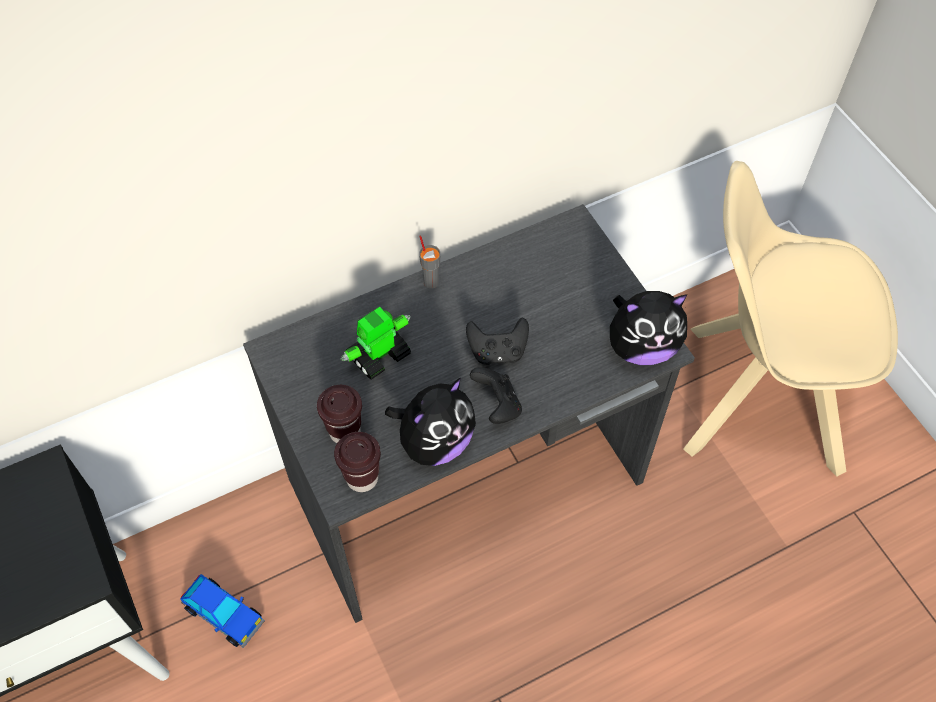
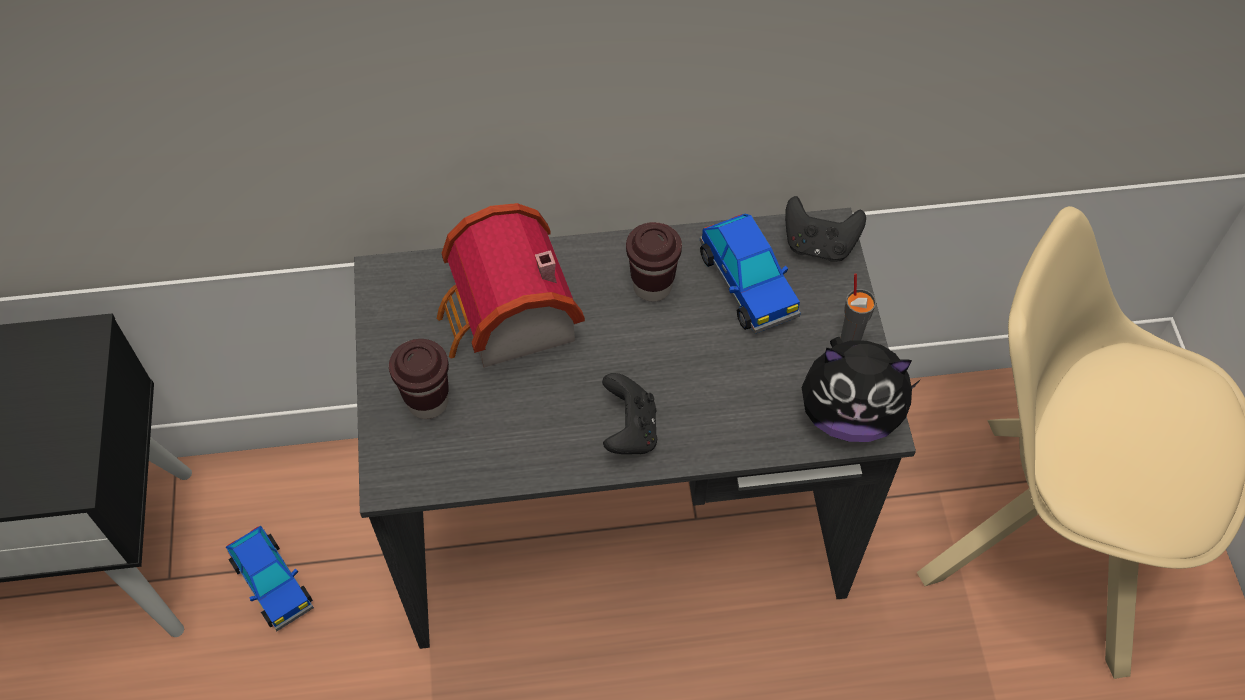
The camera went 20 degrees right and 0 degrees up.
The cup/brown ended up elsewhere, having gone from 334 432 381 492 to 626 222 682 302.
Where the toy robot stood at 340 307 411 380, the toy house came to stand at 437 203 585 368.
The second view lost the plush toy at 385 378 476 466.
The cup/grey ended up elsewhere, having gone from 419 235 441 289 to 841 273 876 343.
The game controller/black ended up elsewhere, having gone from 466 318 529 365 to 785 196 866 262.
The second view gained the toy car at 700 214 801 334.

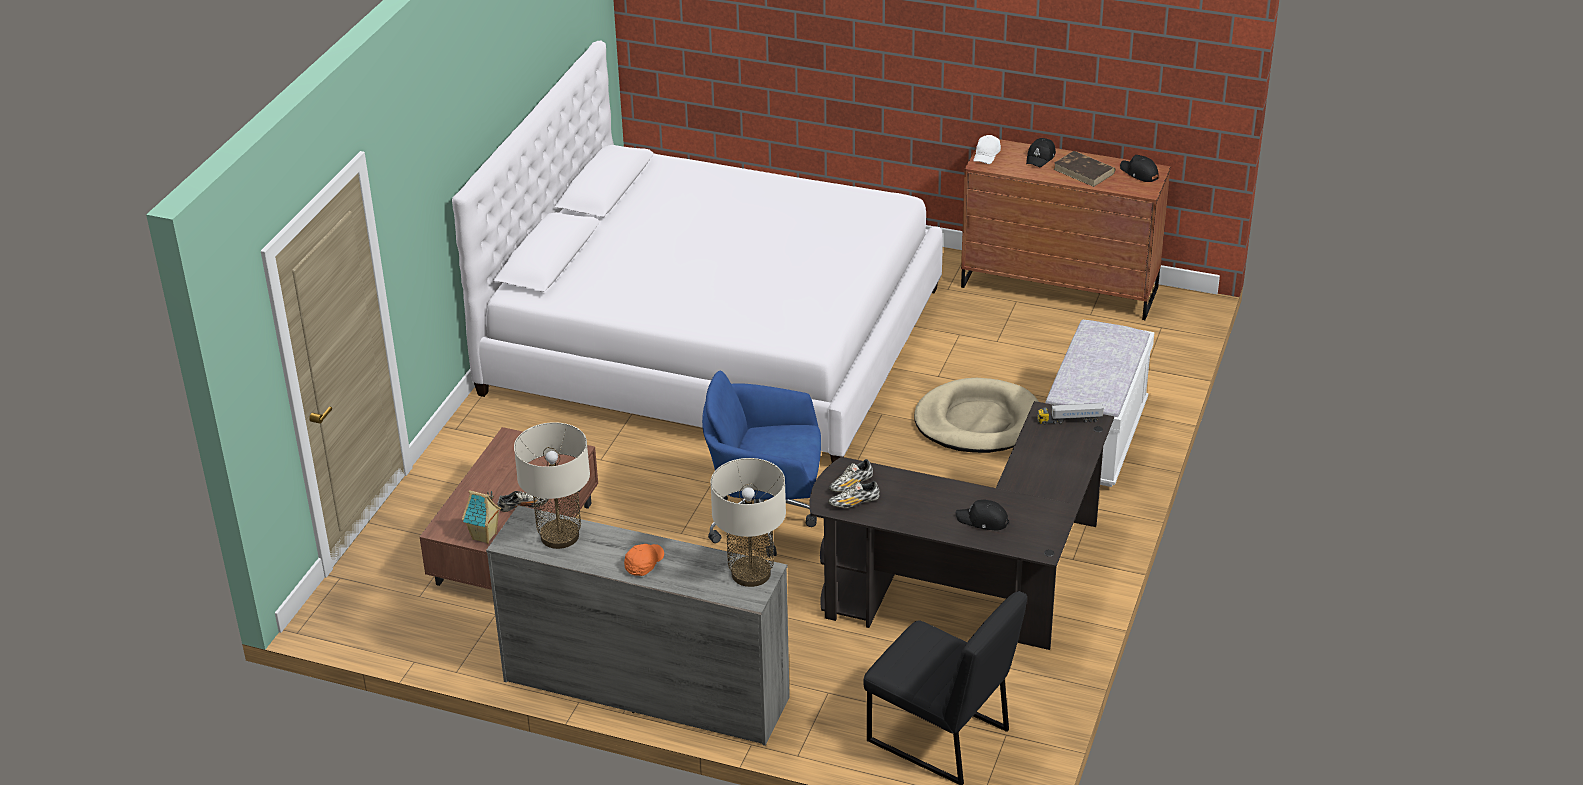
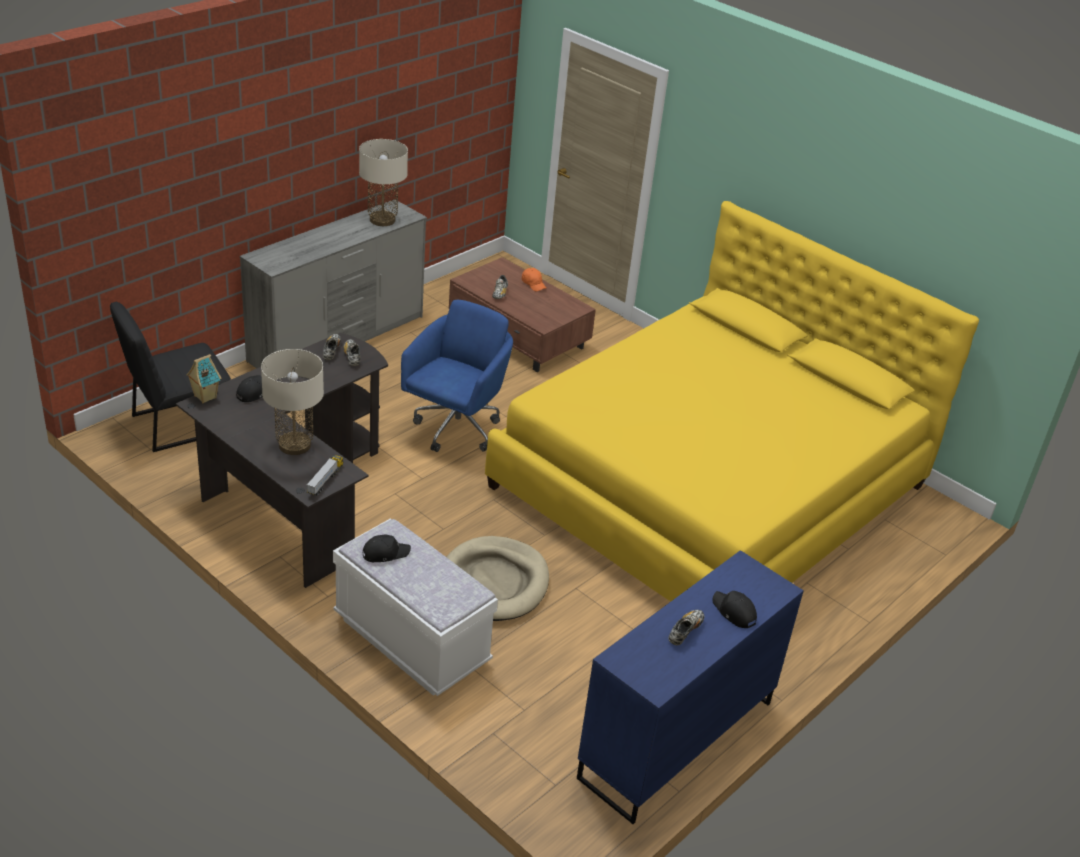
The camera went 110 degrees right and 0 degrees up.
What was the bed/white at 452 41 943 463 turned into the bed/yellow at 485 201 979 601.
The toy house ended up elsewhere, having gone from 462 490 501 544 to 186 354 221 403.
The cap/orange ended up elsewhere, having gone from 624 544 664 576 to 521 268 547 291.
The table lamp ended up elsewhere, having gone from 710 458 786 587 to 261 349 324 455.
What was the dresser/brown at 961 139 1171 320 turned into the dresser/blue at 577 550 804 824.
The second view lost the cap/white at 973 135 1001 164.
Where the book/brown stood at 1054 151 1115 187, the shoe came to stand at 668 610 704 645.
The cap/black ended up elsewhere, having gone from 1120 155 1159 182 to 363 534 411 562.

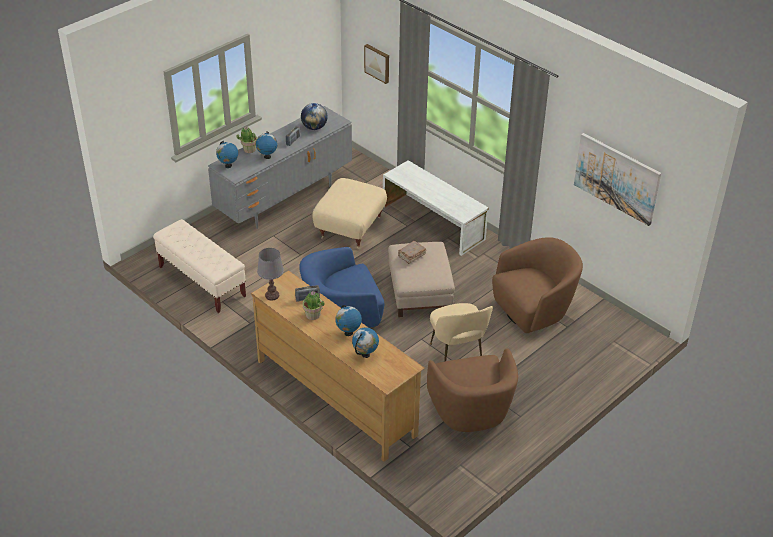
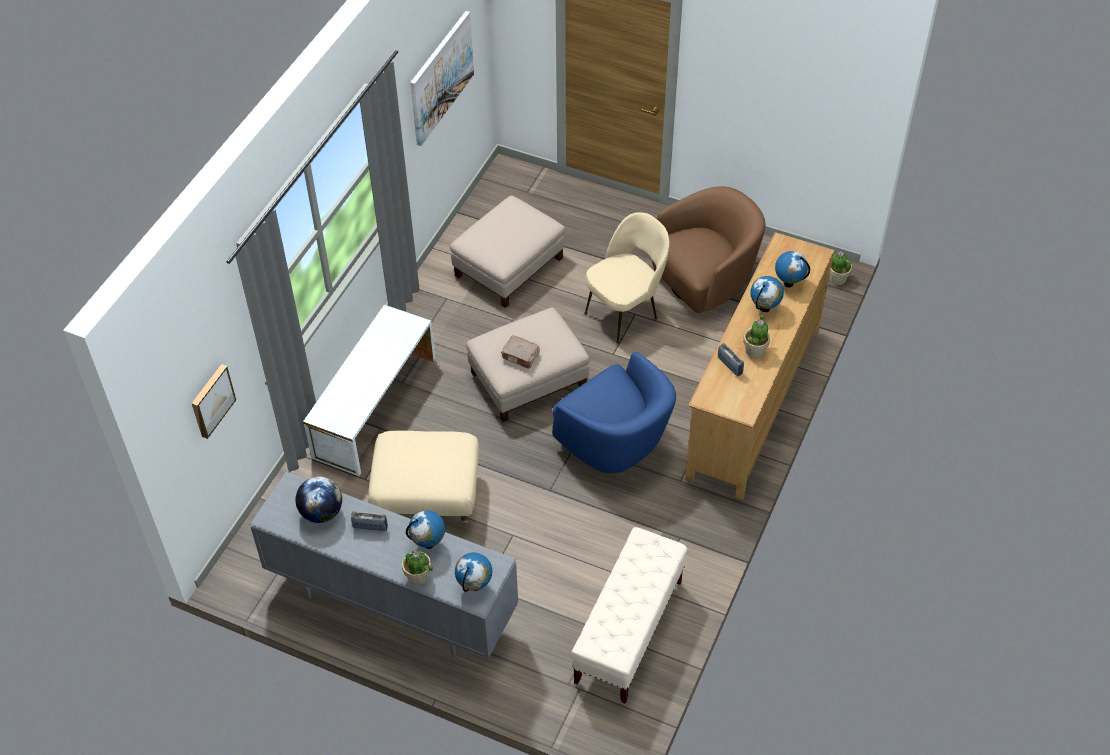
The camera went 110 degrees left and 10 degrees up.
The second view lost the table lamp/grey at 257 248 284 300.
Where the armchair/brown stood at 492 237 583 333, the ottoman/beige came to stand at 450 195 565 308.
The second view gained the potted plant at 830 251 852 285.

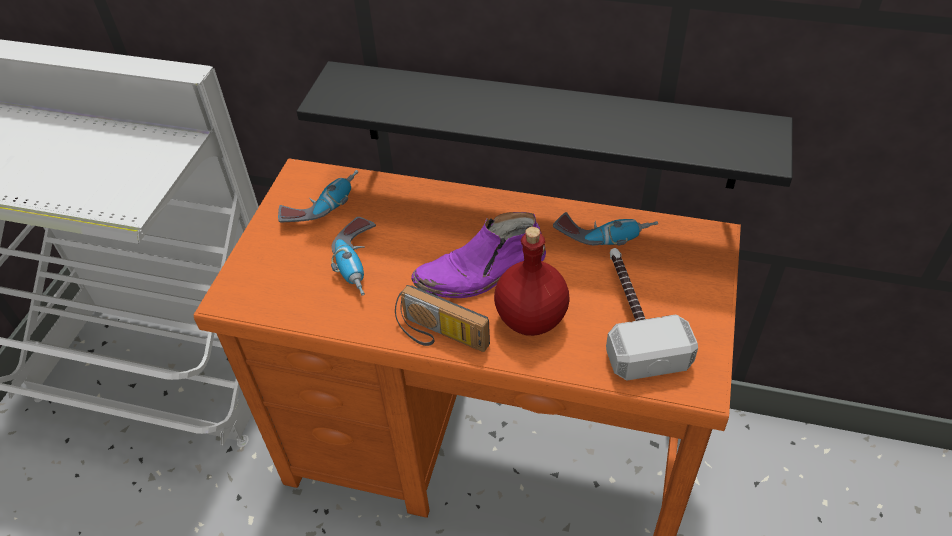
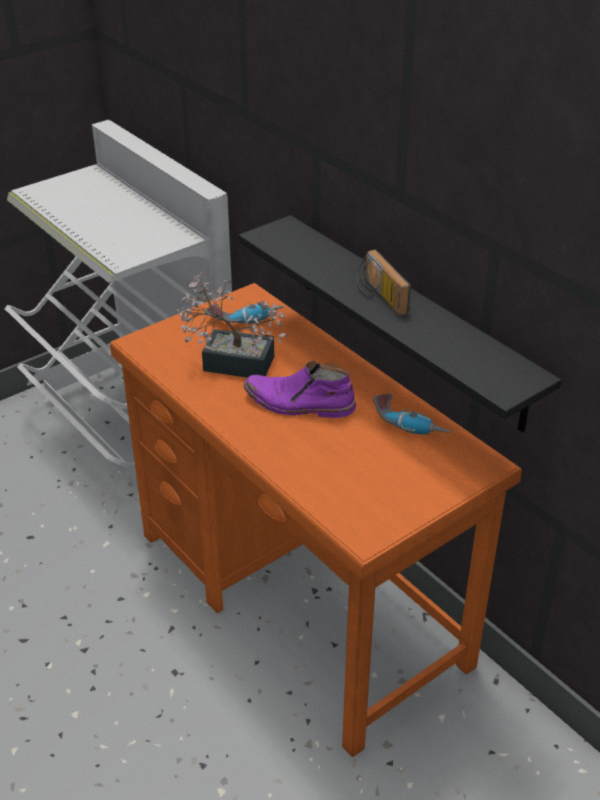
The camera went 35 degrees right and 10 degrees down.
Where the power drill stood at 331 217 376 296, the potted plant came to stand at 176 271 286 378.
The radio ended up elsewhere, having gone from 395 285 490 352 to 357 250 411 315.
The second view lost the bottle/red at 494 227 570 336.
The second view lost the hammer at 606 248 698 381.

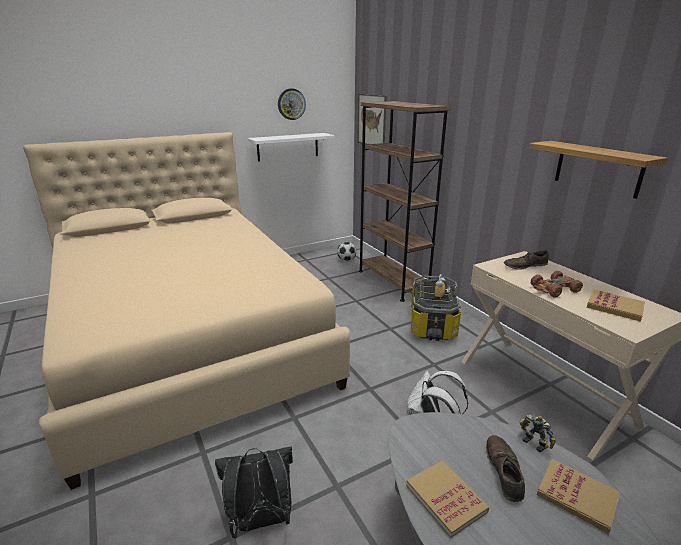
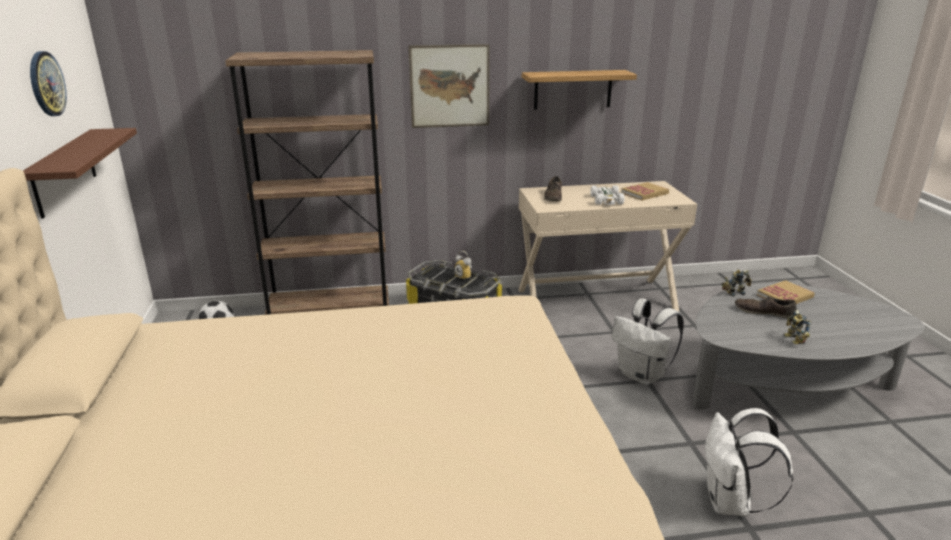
The camera went 70 degrees left and 0 degrees up.
What was the backpack/black at 215 446 293 538 turned into the backpack/white at 705 408 793 517.
What was the shelf/white at 248 133 335 162 turned into the shelf/brown at 23 128 137 219.
The picture ended up elsewhere, having gone from 358 94 387 145 to 408 44 490 128.
Where the book stood at 406 461 489 538, the toy robot came to stand at 783 310 811 344.
What was the toy car/brown at 531 271 583 297 turned into the toy car/white at 590 185 625 205.

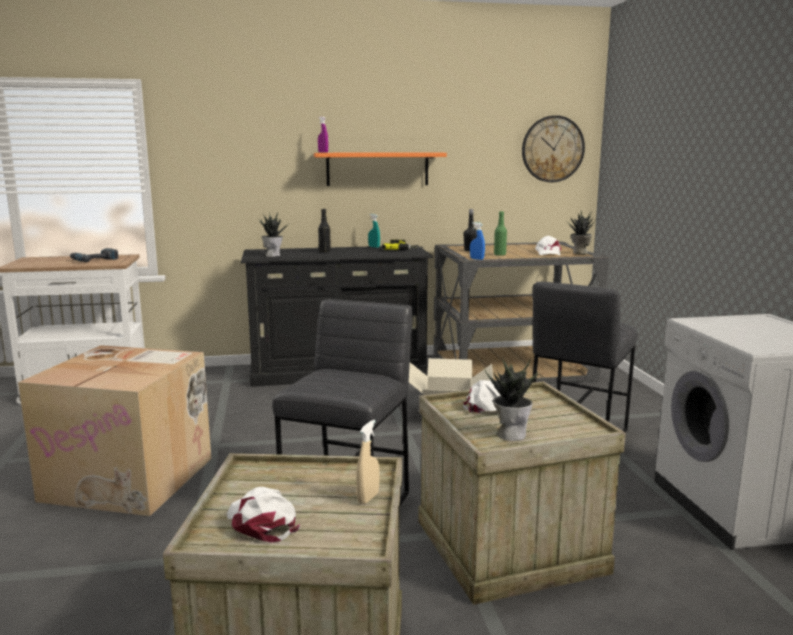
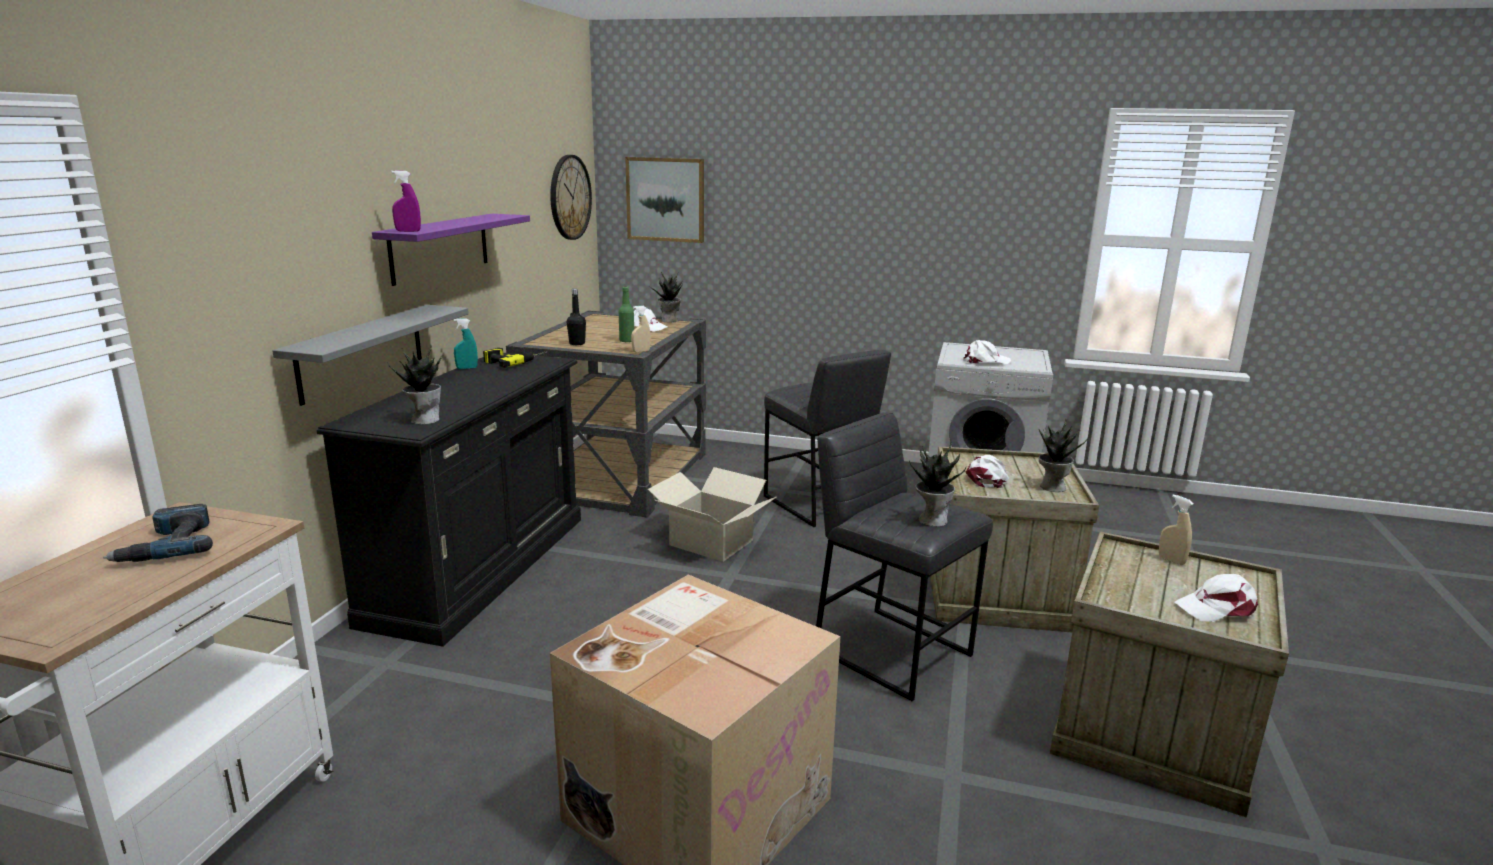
The camera went 65 degrees left and 5 degrees up.
What was the shelf/orange at 314 152 447 186 turned into the shelf/purple at 372 214 530 286.
The second view lost the bottle/black at 318 209 331 252.
What was the spray bottle/blue at 470 222 485 260 turned into the spray bottle/beige at 631 306 651 352.
The second view gained the shelf/grey at 272 305 469 406.
The second view gained the picture at 625 157 704 243.
The second view gained the potted plant at 909 443 966 527.
The second view gained the cap/white at 963 340 1011 364.

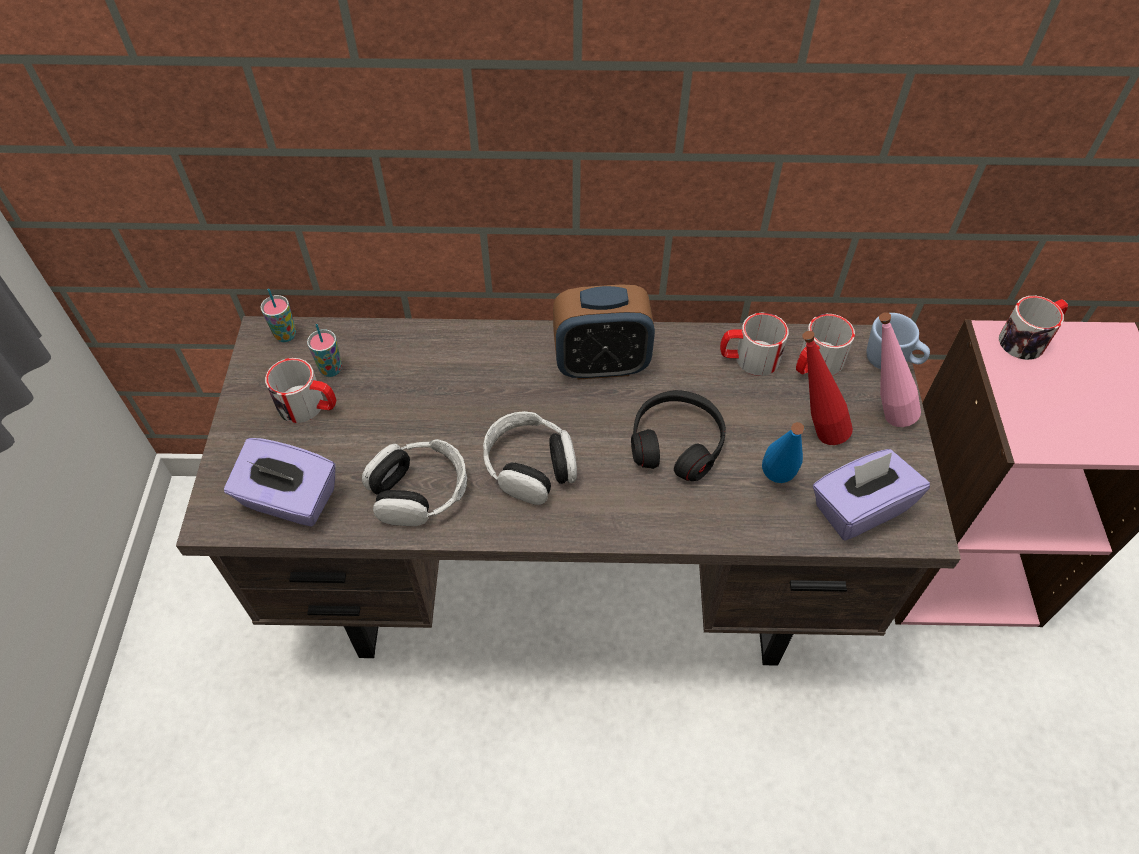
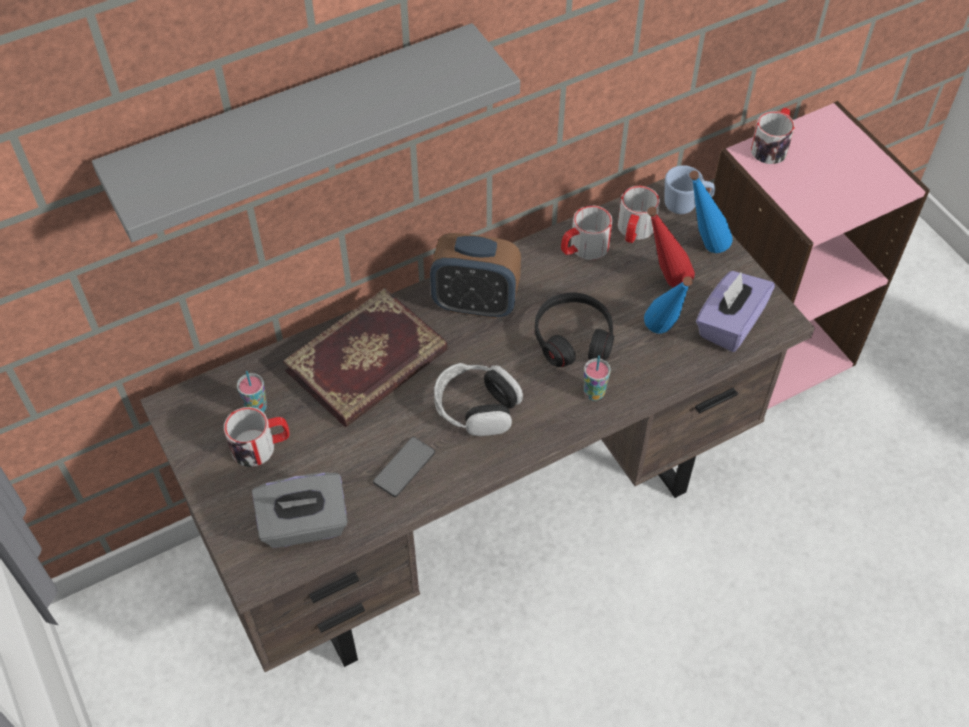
The camera went 30 degrees left and 0 degrees up.
What was the tissue box/purple at 224 438 336 527 turned into the tissue box/grey at 252 473 348 548.
The cup ended up elsewhere, having gone from 261 289 296 342 to 584 356 611 401.
Where the headphones stood at 362 439 467 526, the phone came to stand at 373 437 435 497.
The alarm clock at 553 284 655 380 ended up facing another way, 45 degrees clockwise from before.
What was the bottle/pink at 879 312 921 427 turned into the bottle/blue at 689 171 733 253.
The second view gained the shelf/grey at 92 23 520 242.
The second view gained the book at 283 288 448 427.

